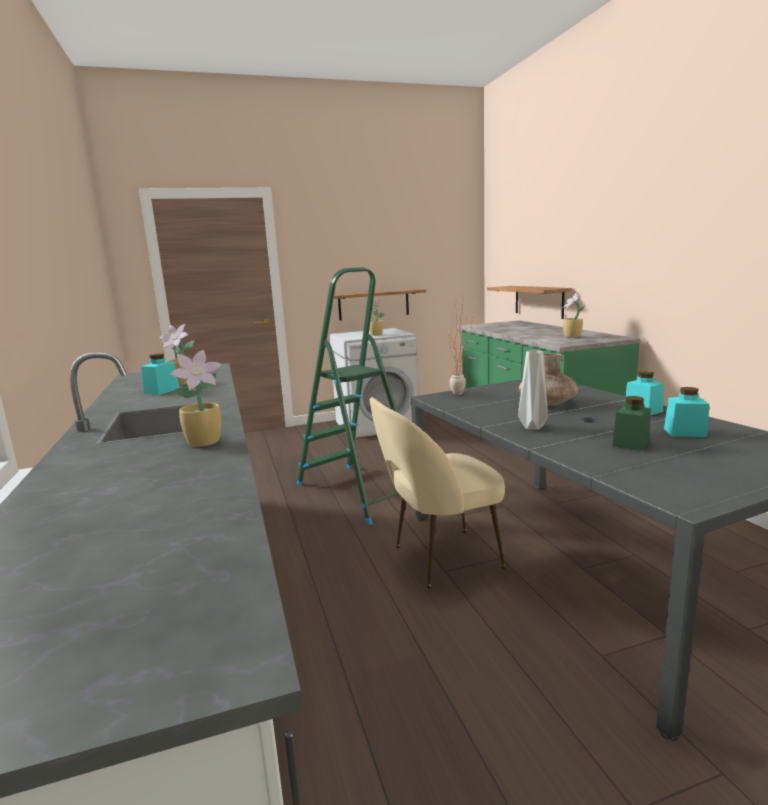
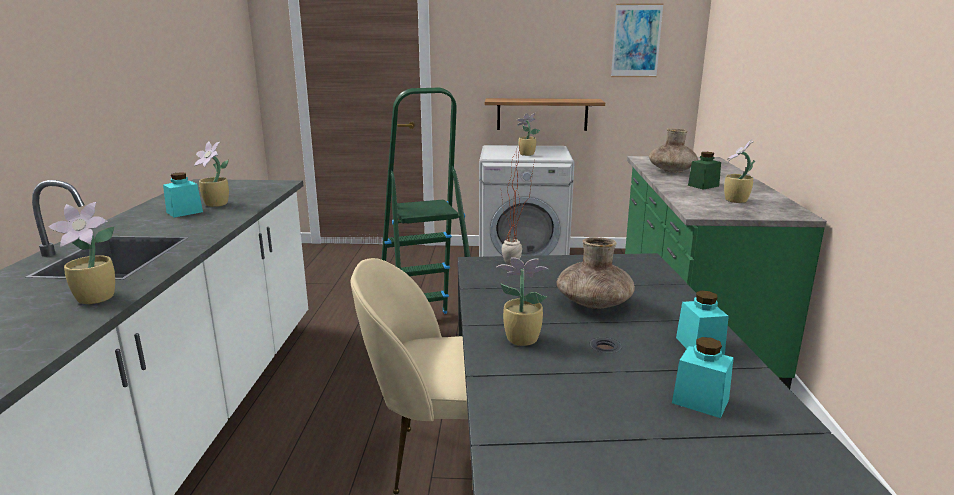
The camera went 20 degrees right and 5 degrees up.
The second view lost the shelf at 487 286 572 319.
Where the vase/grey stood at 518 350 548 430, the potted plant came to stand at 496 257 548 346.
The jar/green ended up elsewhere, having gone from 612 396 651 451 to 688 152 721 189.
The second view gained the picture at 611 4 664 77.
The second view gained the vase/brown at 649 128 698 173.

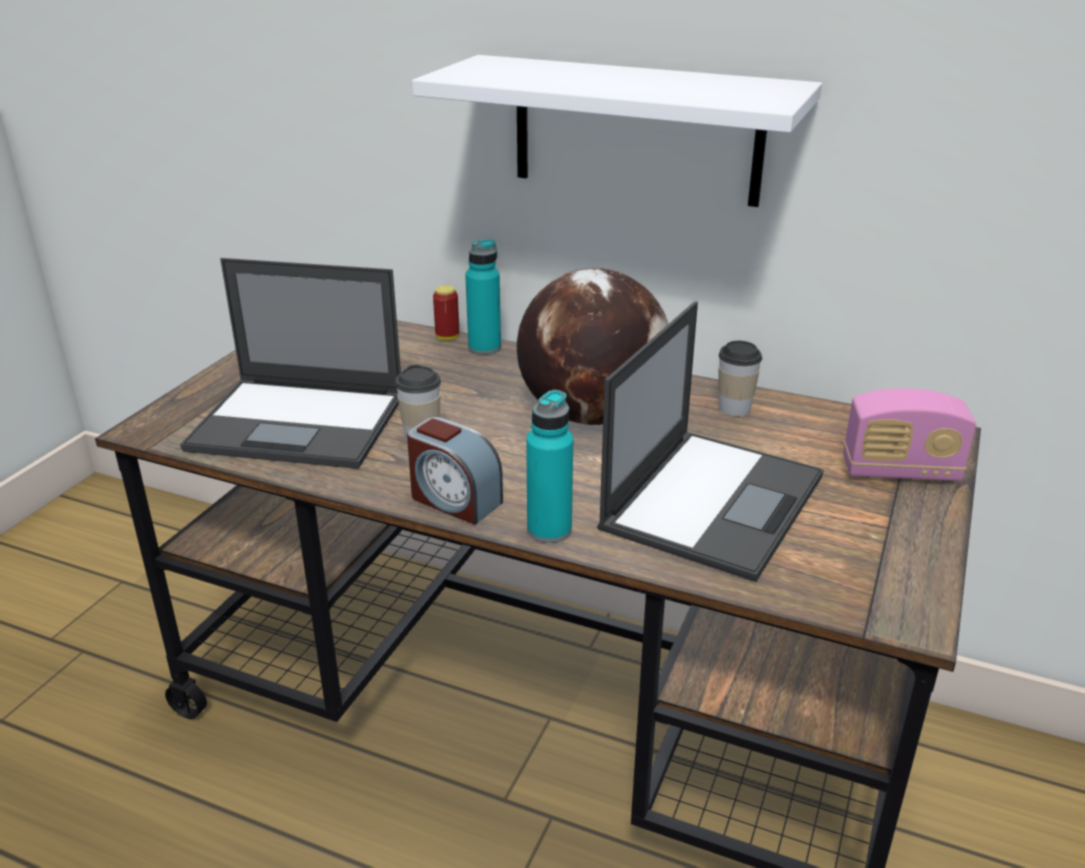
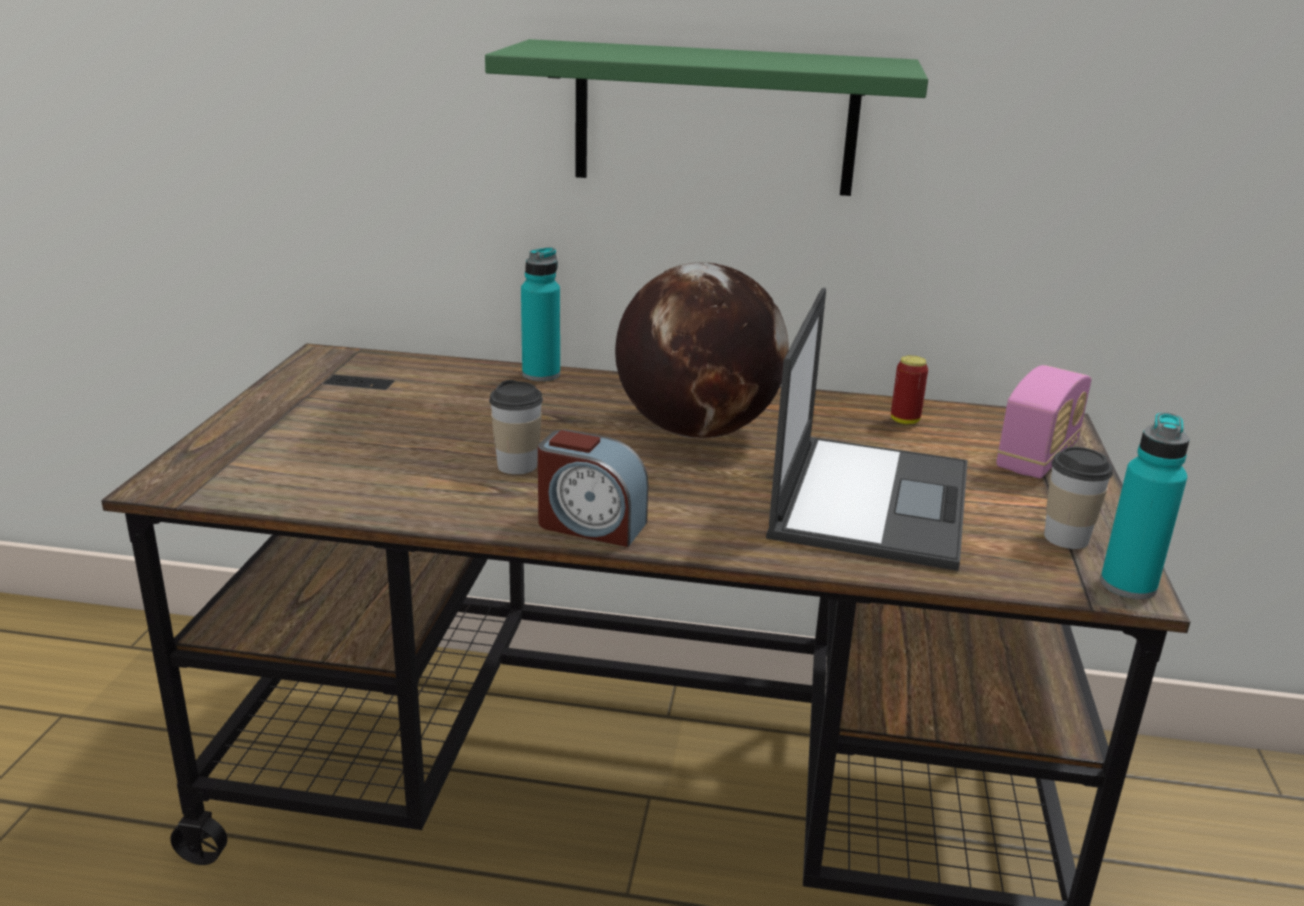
The camera went 15 degrees left and 5 degrees down.
The second view lost the laptop at 180 258 401 469.
What was the shelf/white at 412 55 822 207 turned into the shelf/green at 485 39 928 196.
The can ended up elsewhere, having gone from 433 285 459 341 to 891 355 928 425.
The bottle/turquoise ended up elsewhere, having gone from 526 390 573 543 to 1100 413 1190 599.
The cup ended up elsewhere, having gone from 719 341 762 417 to 1044 447 1113 549.
The radio at 843 389 976 481 ended up facing another way, 45 degrees counterclockwise from before.

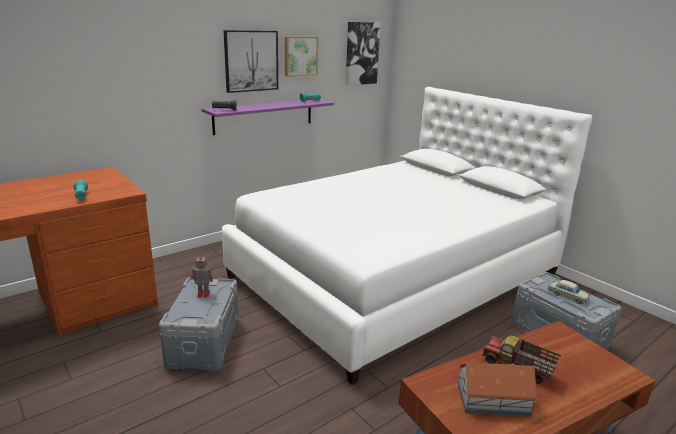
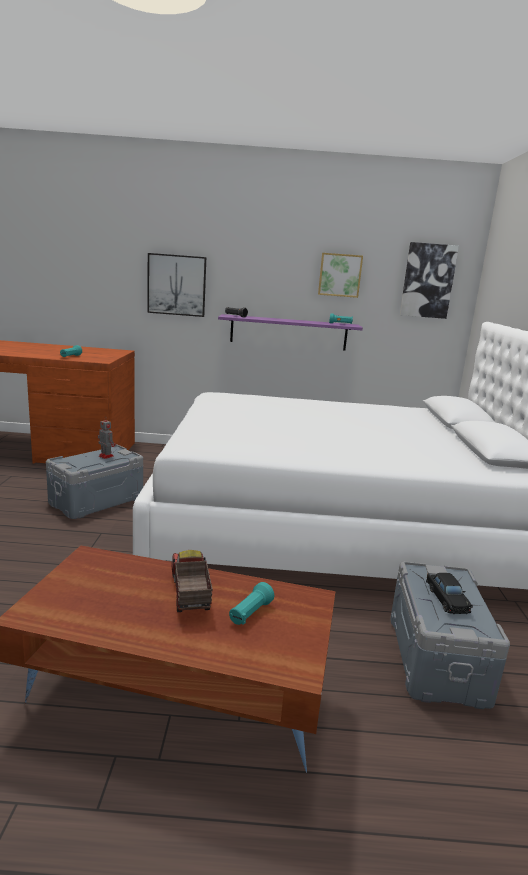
The camera went 40 degrees right and 5 degrees down.
The picture ended up elsewhere, having gone from 224 30 278 93 to 147 253 206 317.
The second view lost the toy house at 458 362 539 416.
What was the toy car/beige at 548 280 591 304 turned into the toy car/black at 426 573 473 614.
The second view gained the flashlight/turquoise at 229 582 274 625.

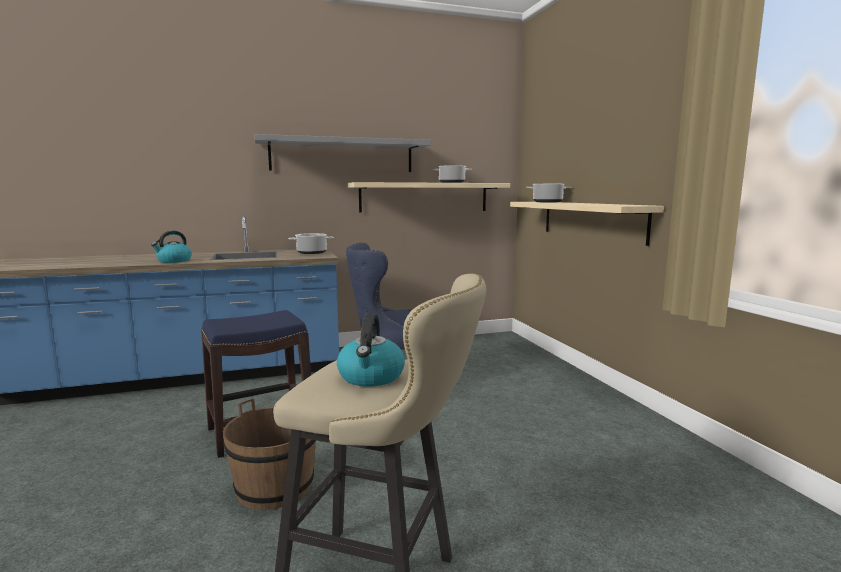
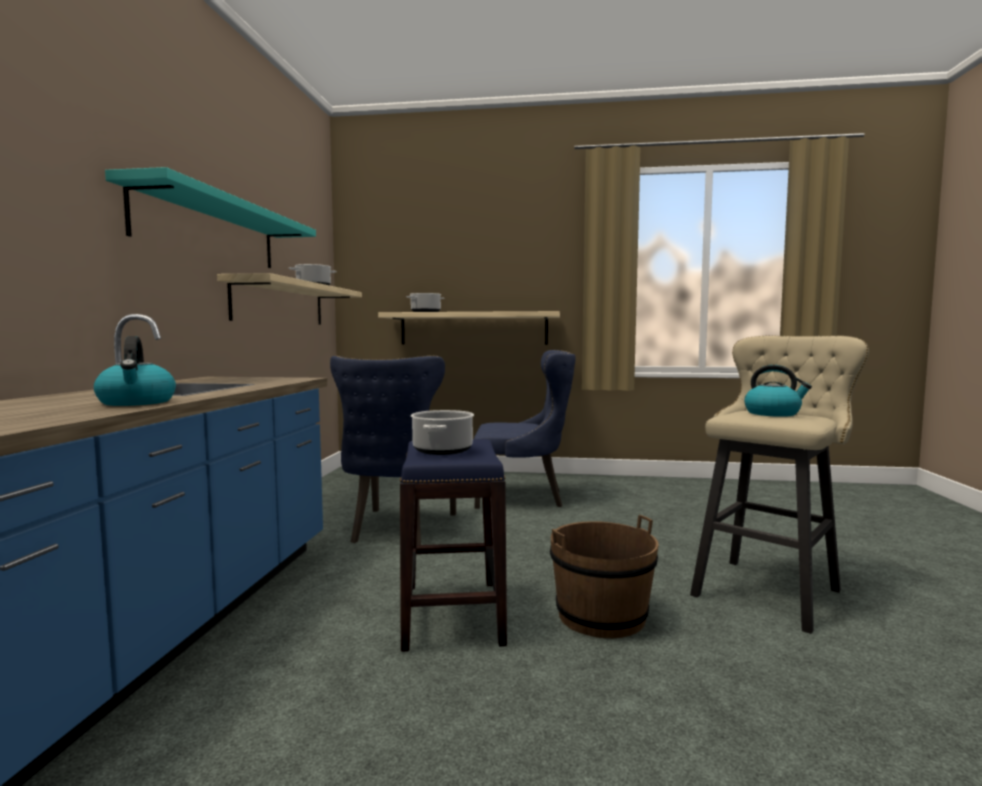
The camera went 65 degrees left and 5 degrees down.
What was the shelf/grey at 254 134 431 172 turned into the shelf/turquoise at 105 167 316 268.
The cooking pot ended up elsewhere, having gone from 288 233 334 254 to 411 410 474 455.
The second view gained the chair/blue at 474 350 576 509.

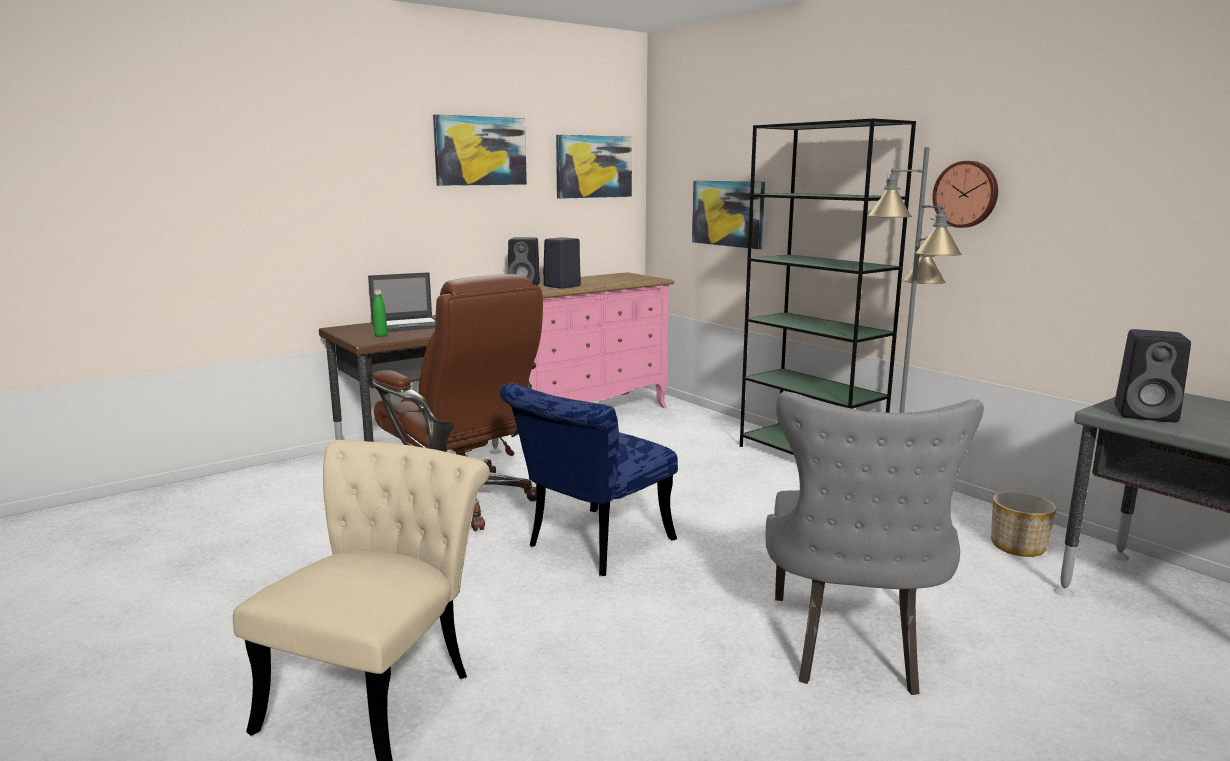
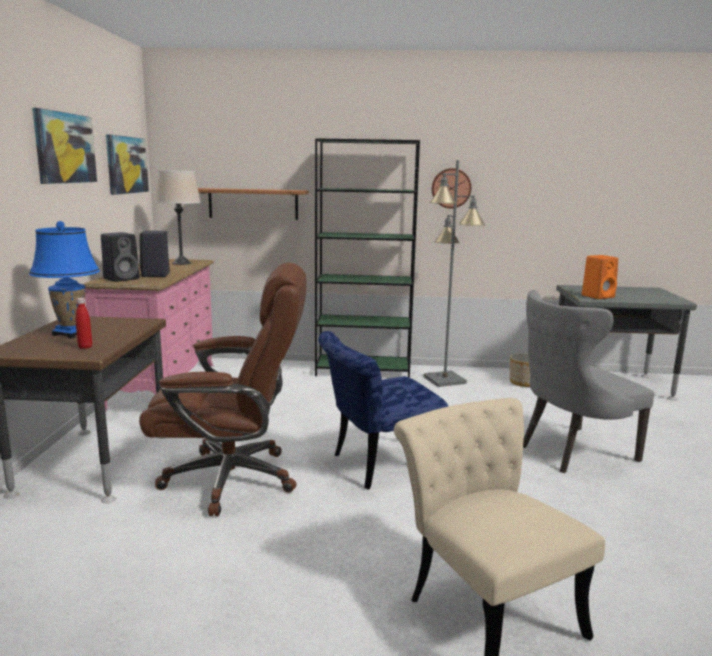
The camera went 50 degrees left and 0 degrees up.
Where the laptop stood at 368 272 436 332, the table lamp/blue came to stand at 29 221 100 338.
What was the bottle/green at 373 289 387 337 turned into the bottle/red at 76 298 92 349.
The chair/blue at 500 382 678 576 ended up facing another way, 75 degrees clockwise from before.
Where the picture hung at 692 181 765 249, the shelf came to hang at 198 188 309 220.
The chair/grey at 766 391 984 695 ended up facing another way, 105 degrees clockwise from before.
What was the speaker/black at 1115 329 1191 423 turned into the speaker/orange at 582 255 618 299.
The second view gained the table lamp/beige at 156 170 201 265.

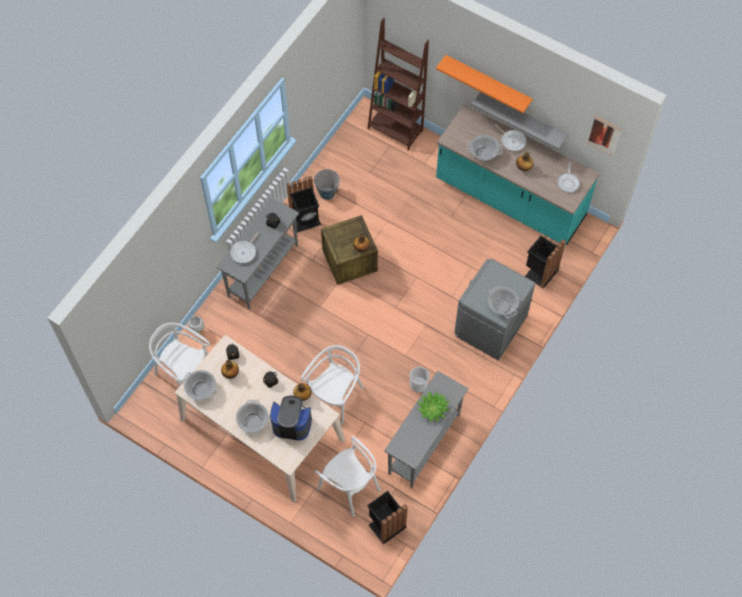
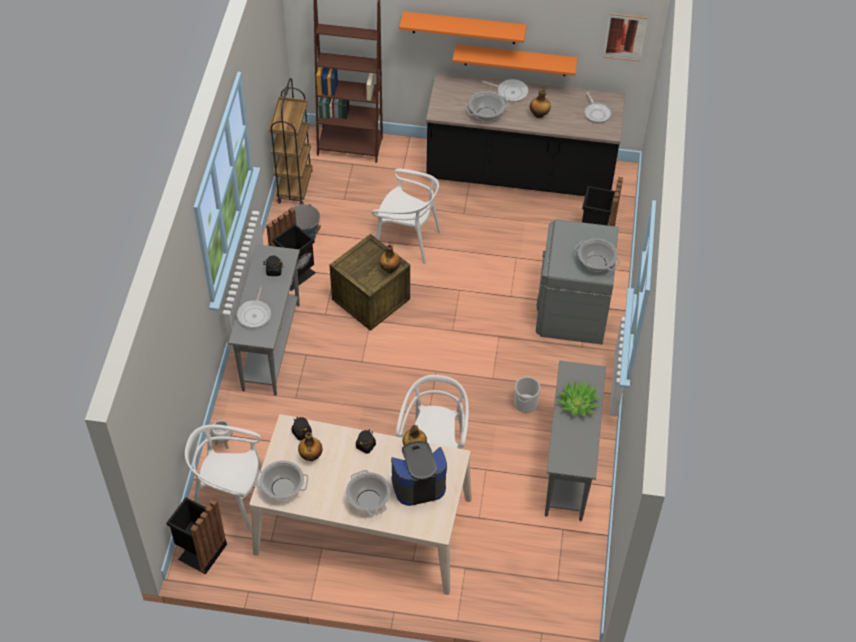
The camera went 25 degrees left and 10 degrees down.
The chair/white ended up elsewhere, having gone from 314 436 381 517 to 372 169 441 264.
The trash can/black ended up elsewhere, having gone from 367 491 408 544 to 166 497 227 574.
What was the counter/turquoise at 436 104 600 245 turned into the counter/black at 426 73 625 196.
What was the shelf/grey at 472 92 568 150 turned into the shelf/orange at 453 44 577 76.
The second view gained the cart/brown at 269 78 313 205.

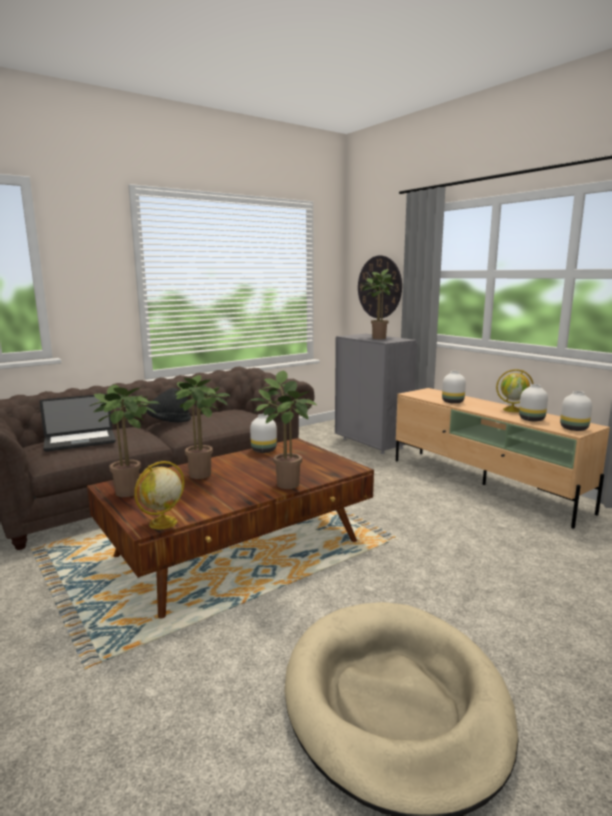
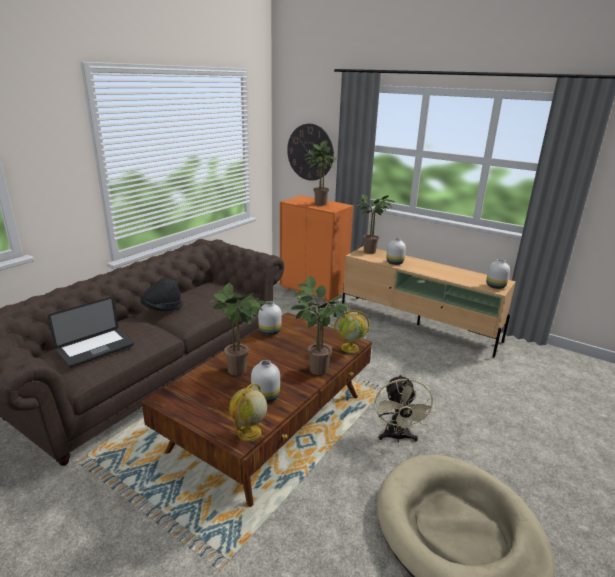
The camera went 20 degrees left and 10 degrees up.
The potted plant ended up elsewhere, having gone from 90 385 160 497 to 356 194 395 254.
What was the cabinet/grey at 335 334 417 454 turned into the cabinet/orange at 280 195 354 303.
The globe ended up elsewhere, having gone from 496 369 533 412 to 334 310 370 353.
The vase/white ended up elsewhere, having gone from 519 384 548 422 to 251 360 280 403.
The second view gained the fan/beige at 375 374 435 443.

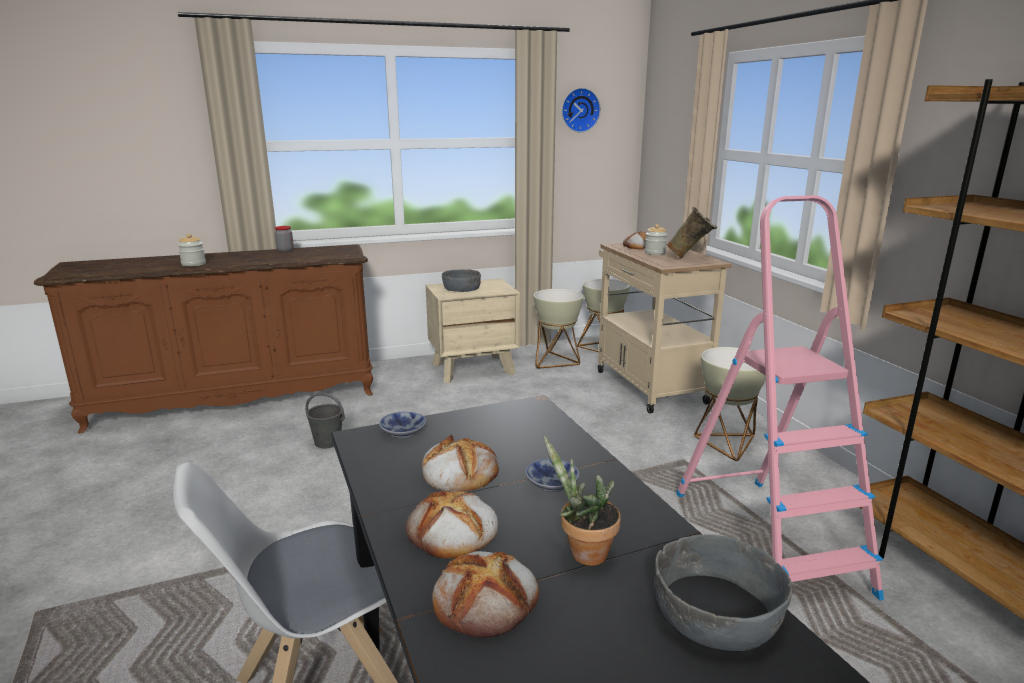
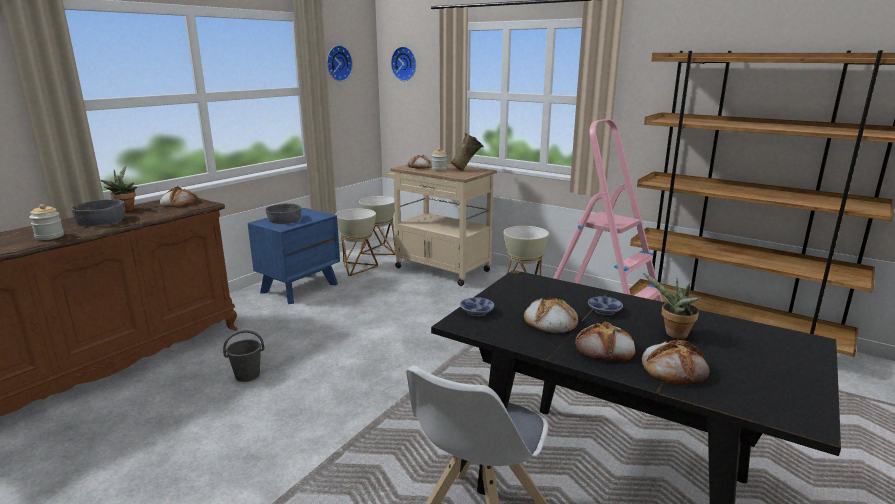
The camera went 35 degrees left and 0 degrees up.
Where the jar stood at 275 226 294 252, the potted plant came to stand at 100 166 137 212.
What was the nightstand/beige at 426 278 520 383 turned into the nightstand/blue at 248 208 340 304.
The bowl/grey ended up elsewhere, having gone from 655 534 792 651 to 71 199 125 225.
The second view gained the bread at 160 187 198 207.
The second view gained the wall clock at 391 46 416 81.

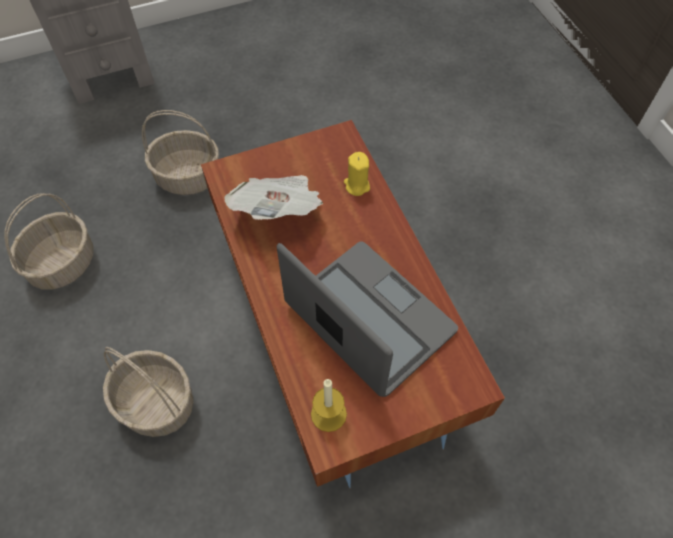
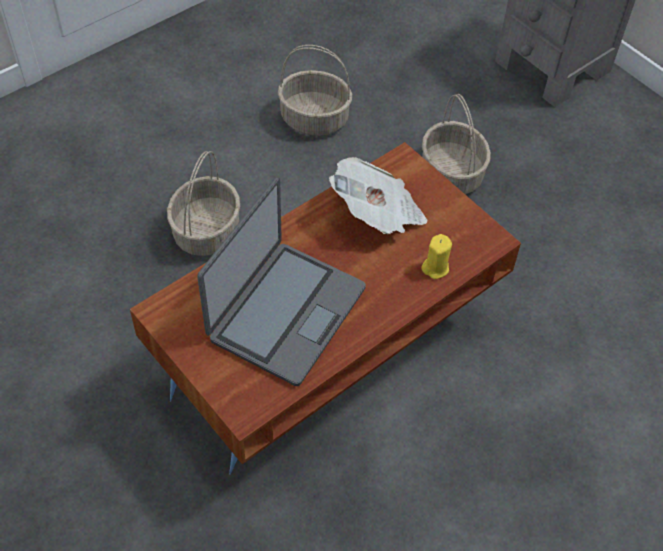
The camera went 70 degrees right and 5 degrees down.
The second view lost the candle at 311 379 347 432.

